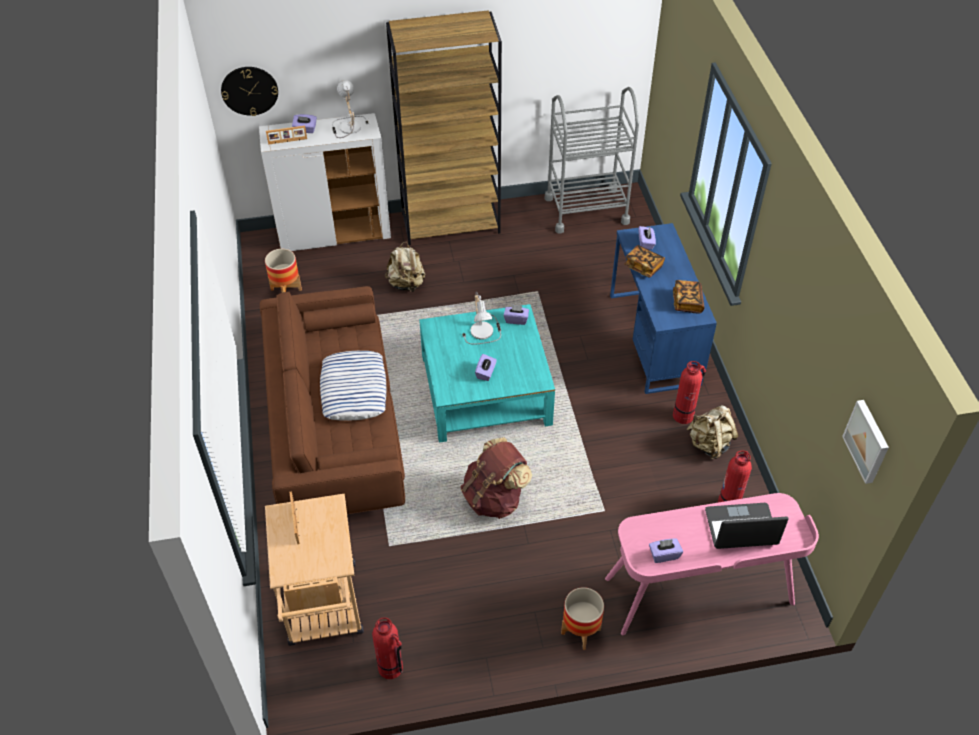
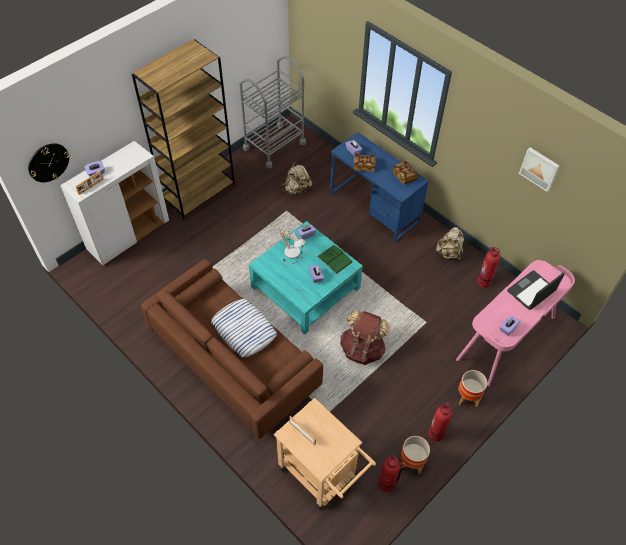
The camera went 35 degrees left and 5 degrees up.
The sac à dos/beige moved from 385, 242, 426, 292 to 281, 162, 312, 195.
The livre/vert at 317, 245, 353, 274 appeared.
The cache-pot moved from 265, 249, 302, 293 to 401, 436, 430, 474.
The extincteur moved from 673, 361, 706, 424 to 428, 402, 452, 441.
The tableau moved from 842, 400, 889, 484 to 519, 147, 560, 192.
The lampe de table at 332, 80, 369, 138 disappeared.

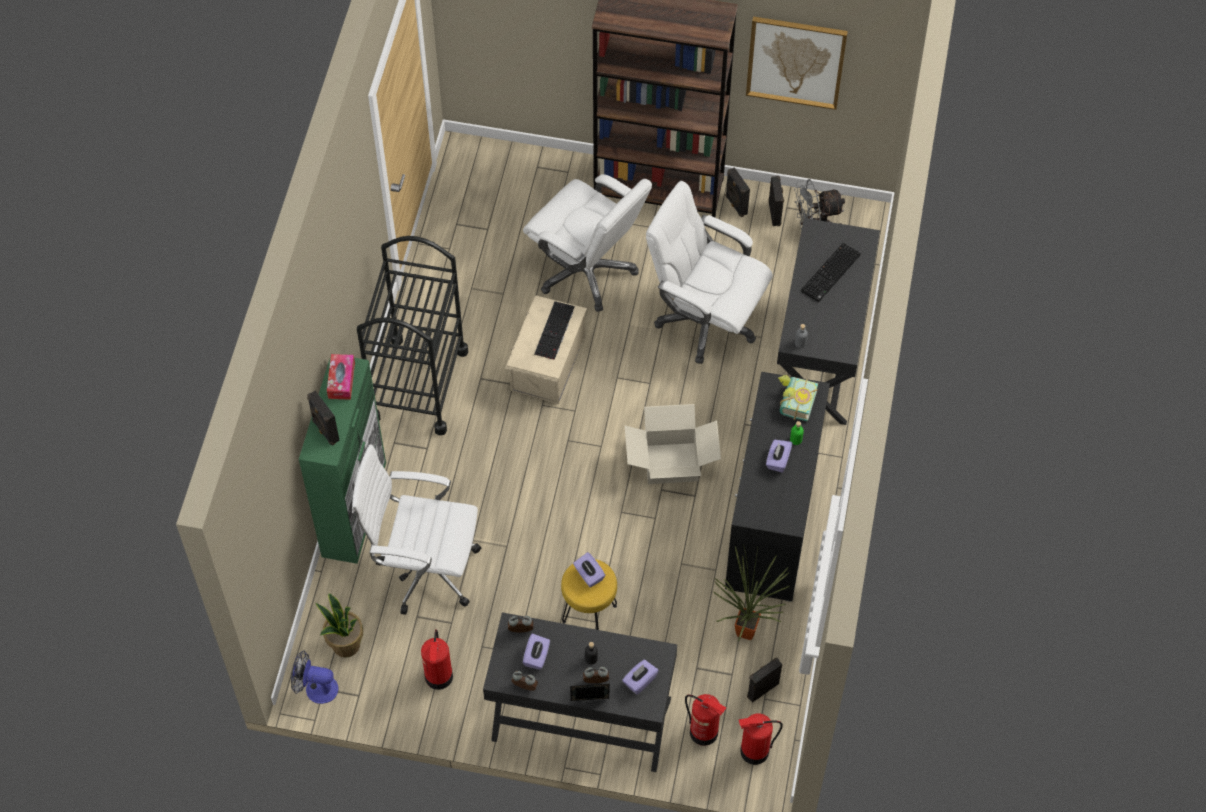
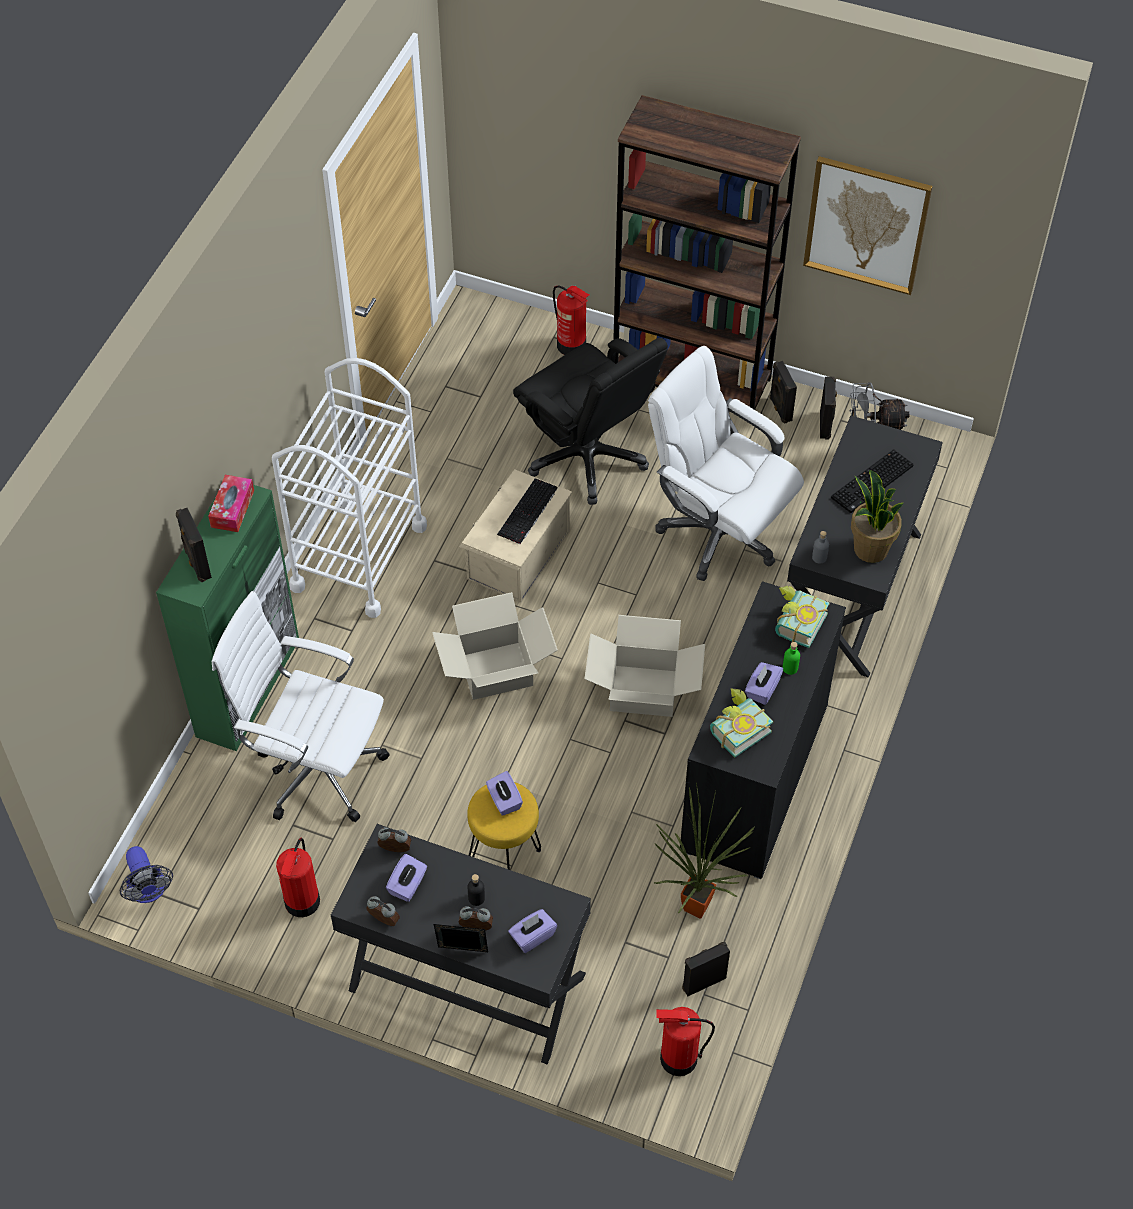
The camera went 10 degrees right and 5 degrees down.
The ventilateur at 291, 650, 338, 704 turned 135 degrees counterclockwise.
The chariot/noir at 357, 236, 468, 435 became the chariot/blanc at 272, 358, 427, 618.
The carton at 432, 592, 558, 700 appeared.
The chaise de bureau/blanc at 523, 174, 652, 312 became the chaise de bureau/noir at 513, 338, 668, 505.
The extincteur moved from 685, 694, 726, 746 to 553, 285, 589, 355.
The livre at 710, 689, 773, 757 appeared.
The plante en pot moved from 315, 593, 363, 658 to 851, 470, 904, 563.

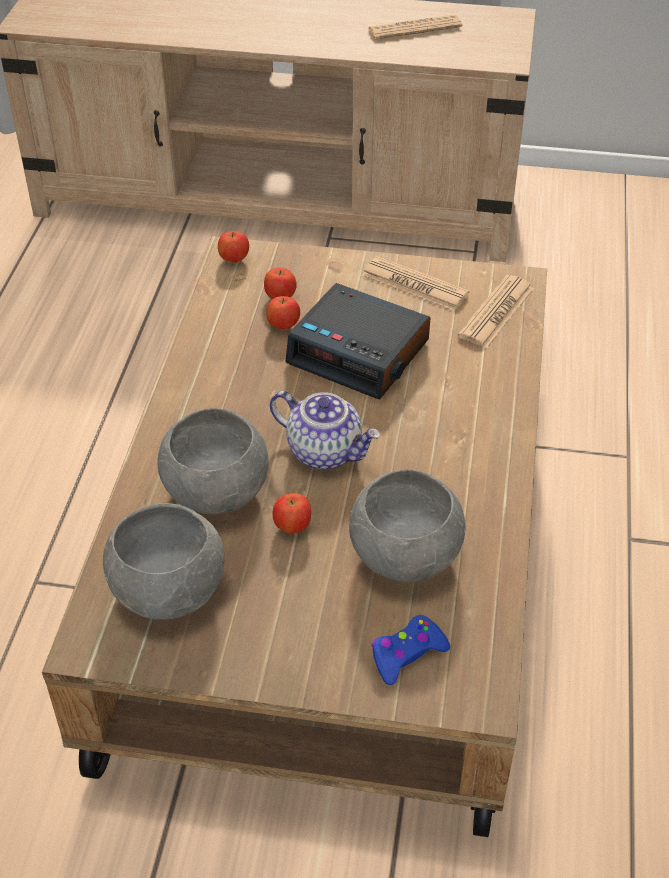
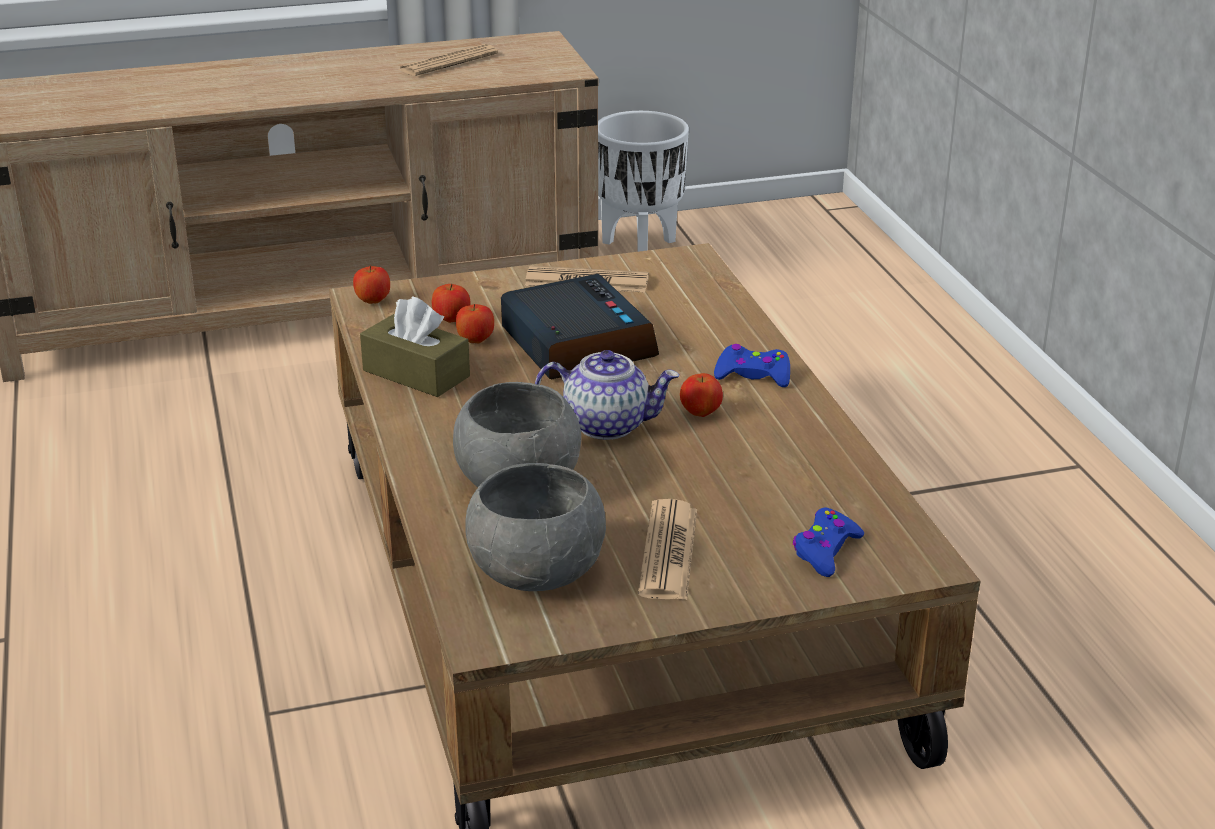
The camera went 25 degrees left and 15 degrees down.
The boîte à mouchoirs/marron at 360, 297, 470, 397 appeared.
The réveil at 285, 283, 431, 399 turned 120 degrees counterclockwise.
The cache-pot/blanc at 598, 111, 689, 252 appeared.
The journal moved from 458, 275, 534, 348 to 638, 499, 697, 600.
The pomme moved from 273, 493, 311, 533 to 680, 373, 723, 417.
The manette/bleu at 714, 344, 790, 387 appeared.
The bol/gris at 349, 469, 466, 582 disappeared.

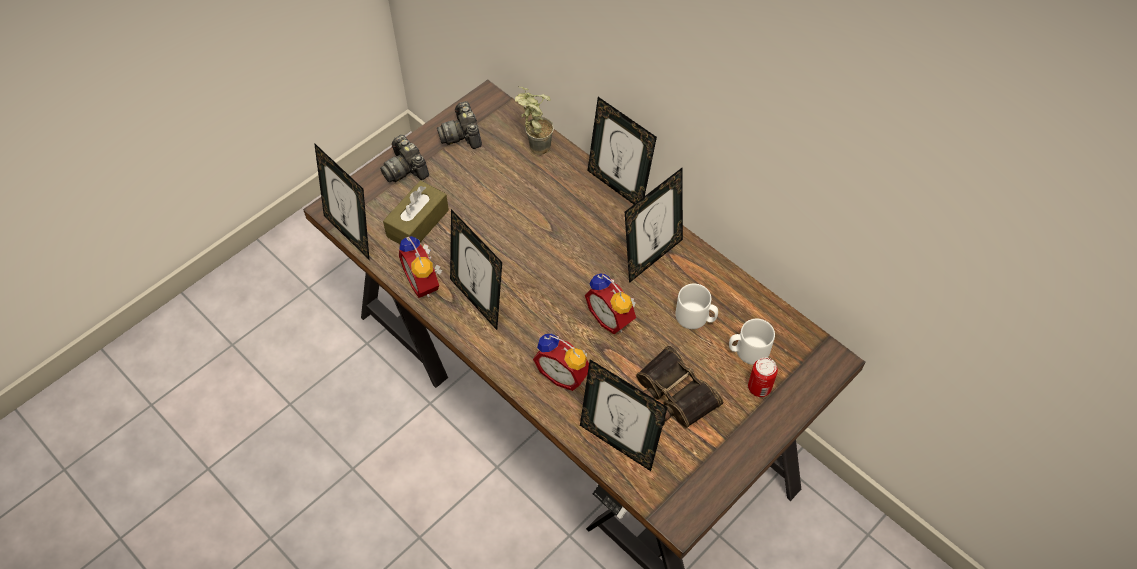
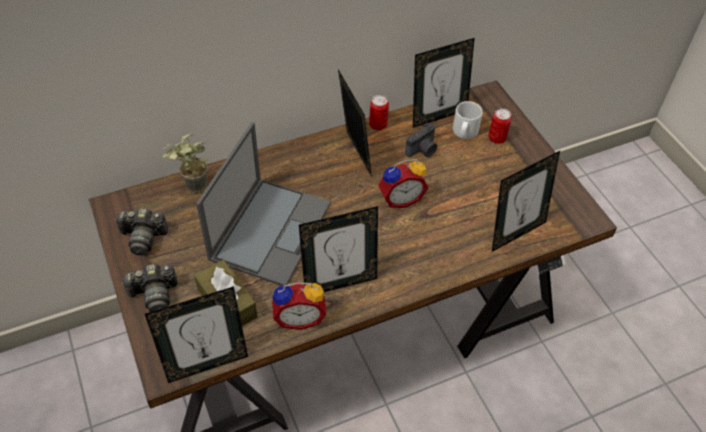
The camera went 70 degrees left and 5 degrees down.
The ordinateur portable at 196, 122, 331, 286 appeared.
The boîte métallique at 369, 95, 389, 130 appeared.
The mug/blanc at 675, 284, 718, 329 was replaced by the appareil photo at 405, 123, 437, 157.
The cadre photo moved from 587, 97, 657, 204 to 413, 38, 475, 128.
The réveil at 533, 334, 589, 391 disappeared.
The jumelles at 636, 345, 723, 428 disappeared.

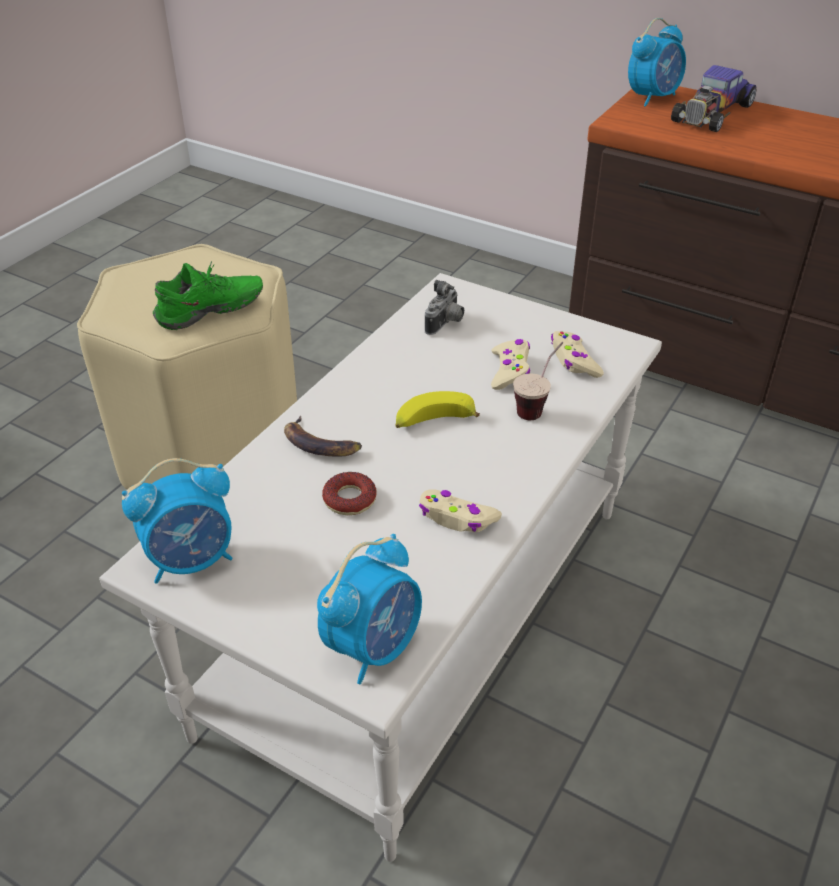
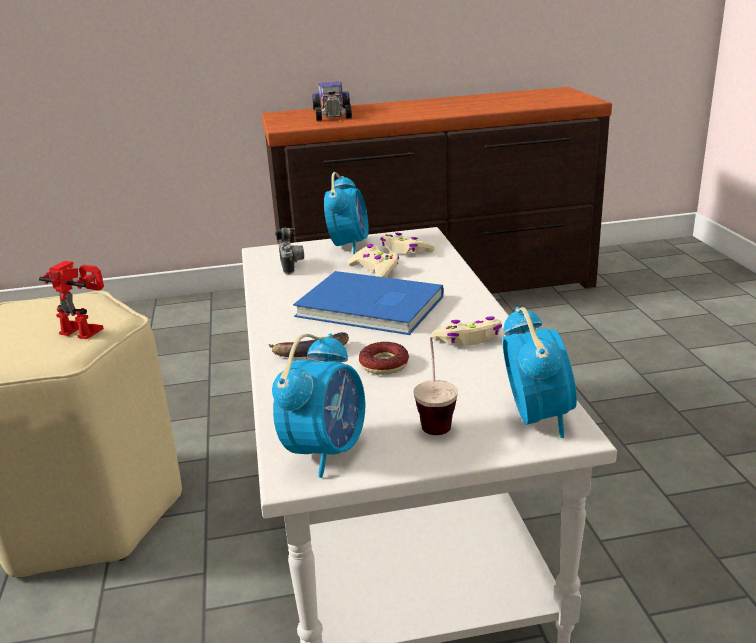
The camera went 40 degrees left and 15 degrees down.
The chaussure/vert at 153, 261, 263, 330 was replaced by the robot jouet at 39, 261, 104, 339.
The banane at 396, 391, 480, 428 was replaced by the livre/bleu at 293, 271, 444, 335.
The réveil moved from 628, 18, 686, 107 to 324, 172, 369, 254.
The tasse moved from 513, 342, 563, 420 to 413, 337, 458, 435.

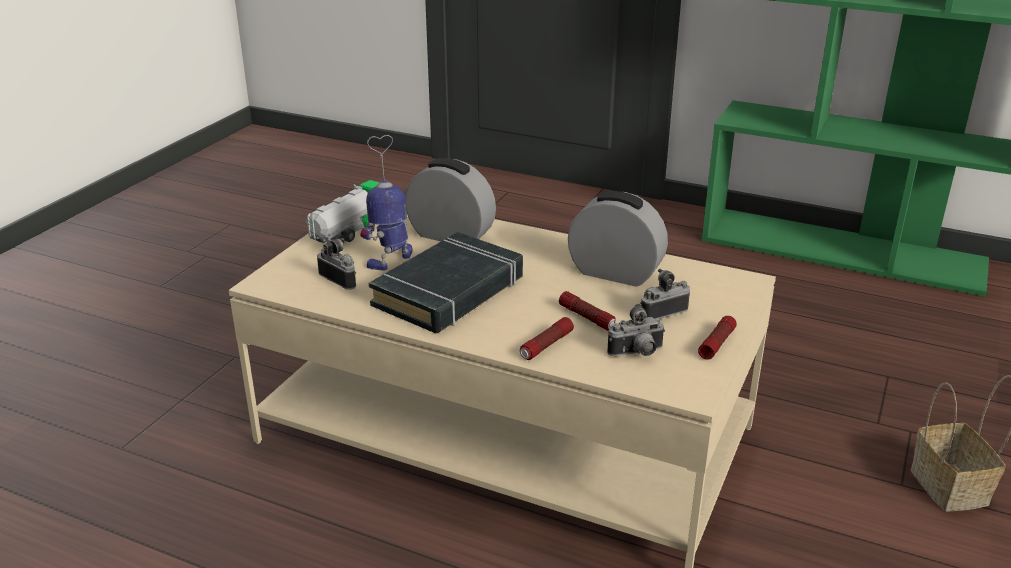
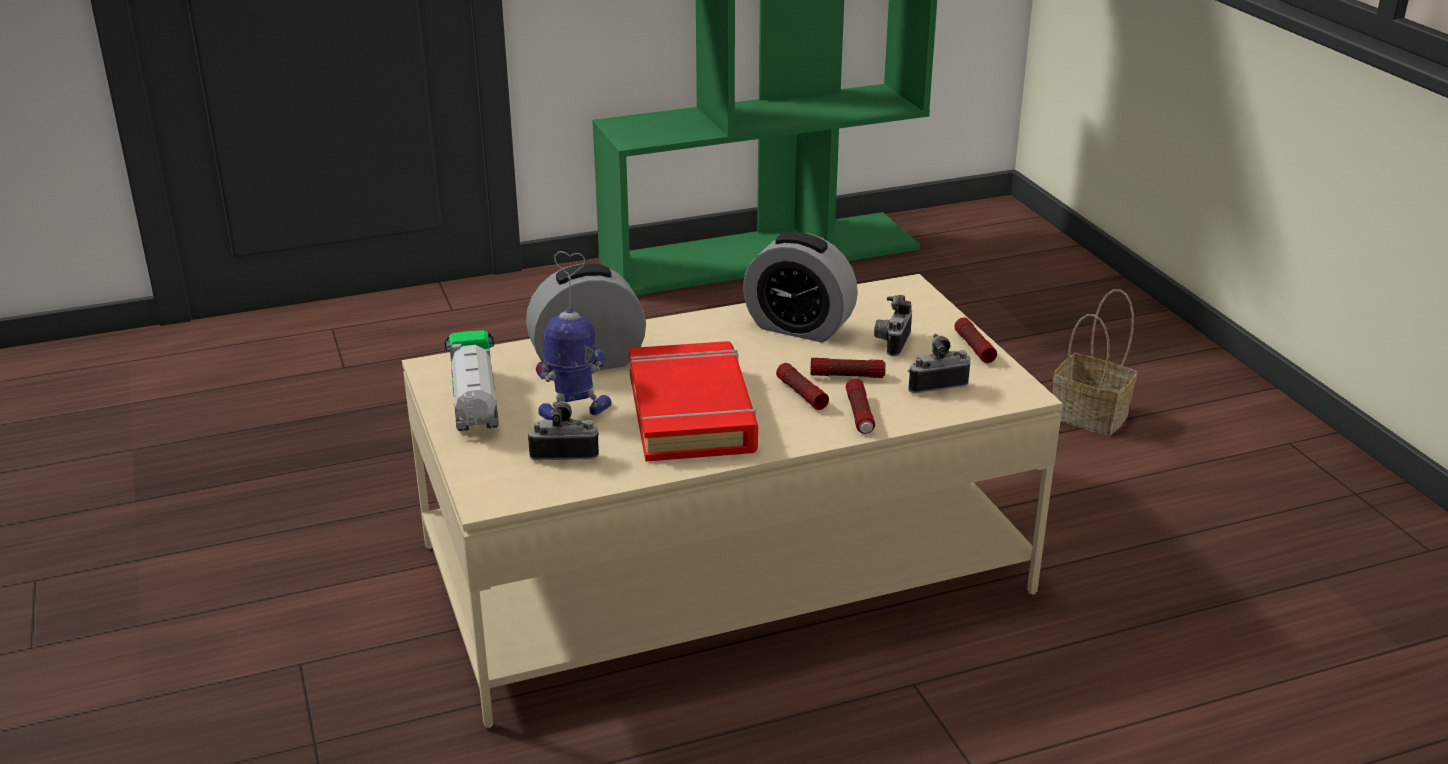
The camera went 45 degrees left and 0 degrees up.
The robot jouet at 360, 135, 413, 271 turned 75 degrees clockwise.
The livre/noir at 369, 232, 523, 333 became the livre/rouge at 629, 341, 758, 462.
The réveil at 568, 191, 668, 287 turned 135 degrees counterclockwise.
The lampe de poche at 776, 363, 829, 410 appeared.
The appareil photo at 607, 304, 665, 356 turned 135 degrees counterclockwise.

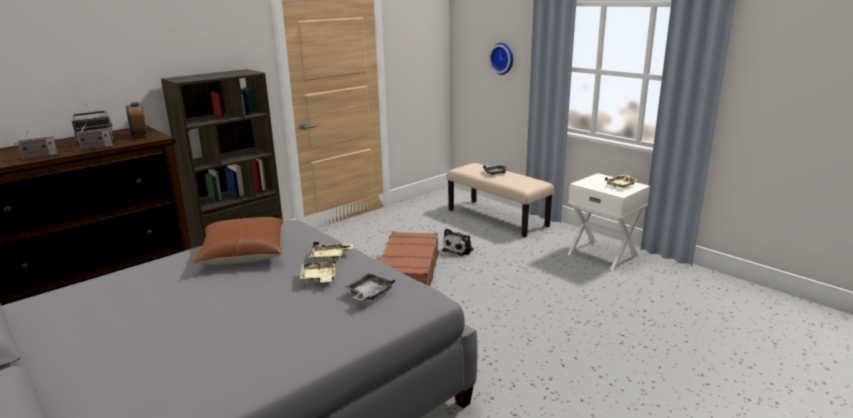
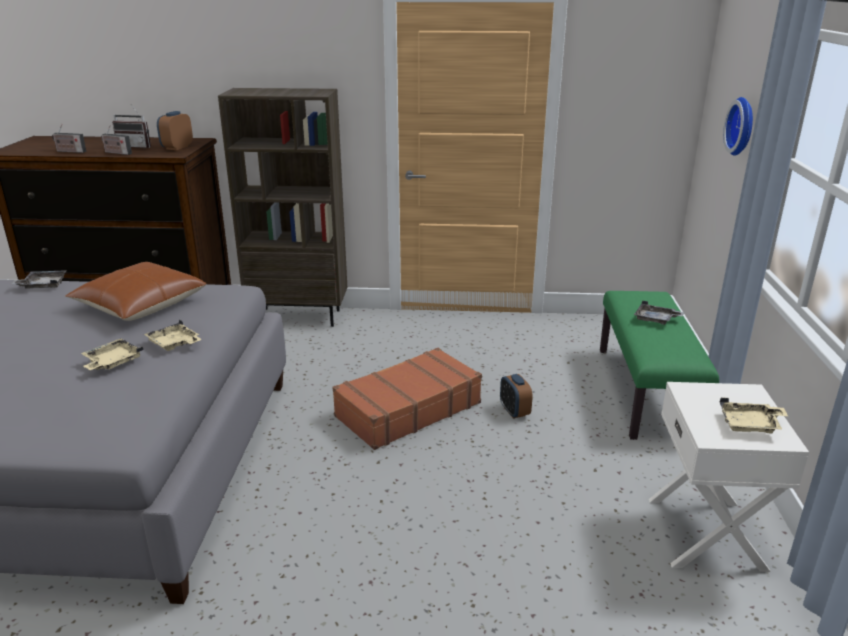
The camera went 45 degrees right and 5 degrees up.
The plateau/gris moved from 344, 273, 395, 301 to 11, 270, 66, 289.
The peluche at 442, 228, 474, 256 was replaced by the réveil at 500, 374, 533, 418.
The banc/beige at 447, 163, 554, 238 became the banc/vert at 600, 291, 719, 440.

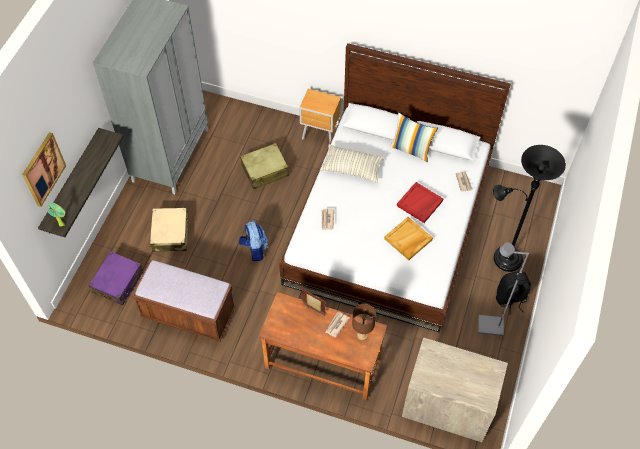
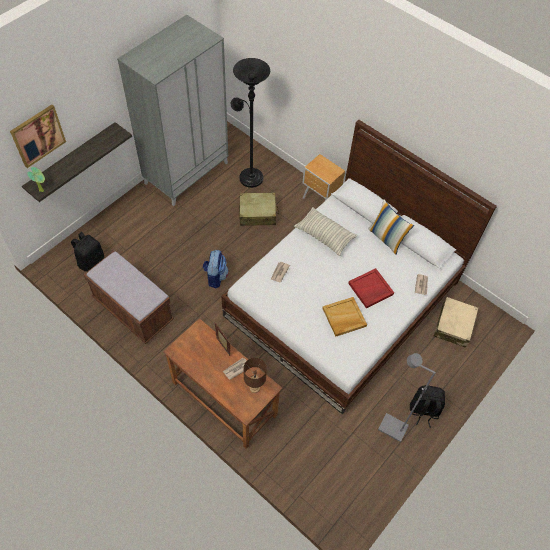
The camera went 20 degrees right and 0 degrees up.
The valise/violet at 89, 251, 144, 305 was replaced by the sac à dos/noir at 71, 232, 104, 272.
The lampadaire/noir moved from 493, 145, 566, 272 to 231, 58, 270, 188.
The valise/beige moved from 150, 208, 189, 252 to 434, 297, 479, 347.
The commode at 402, 337, 508, 442 disappeared.

